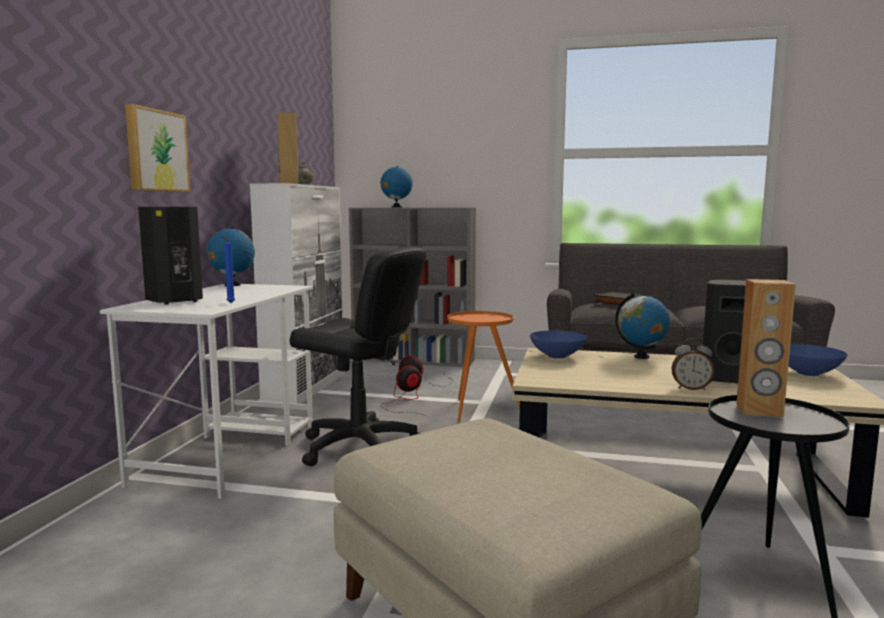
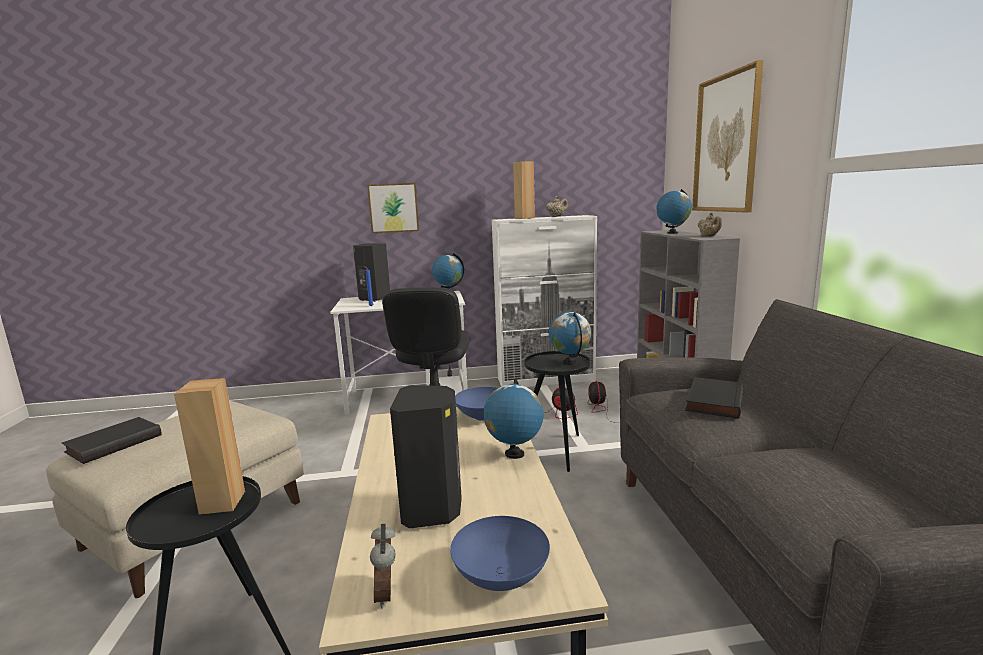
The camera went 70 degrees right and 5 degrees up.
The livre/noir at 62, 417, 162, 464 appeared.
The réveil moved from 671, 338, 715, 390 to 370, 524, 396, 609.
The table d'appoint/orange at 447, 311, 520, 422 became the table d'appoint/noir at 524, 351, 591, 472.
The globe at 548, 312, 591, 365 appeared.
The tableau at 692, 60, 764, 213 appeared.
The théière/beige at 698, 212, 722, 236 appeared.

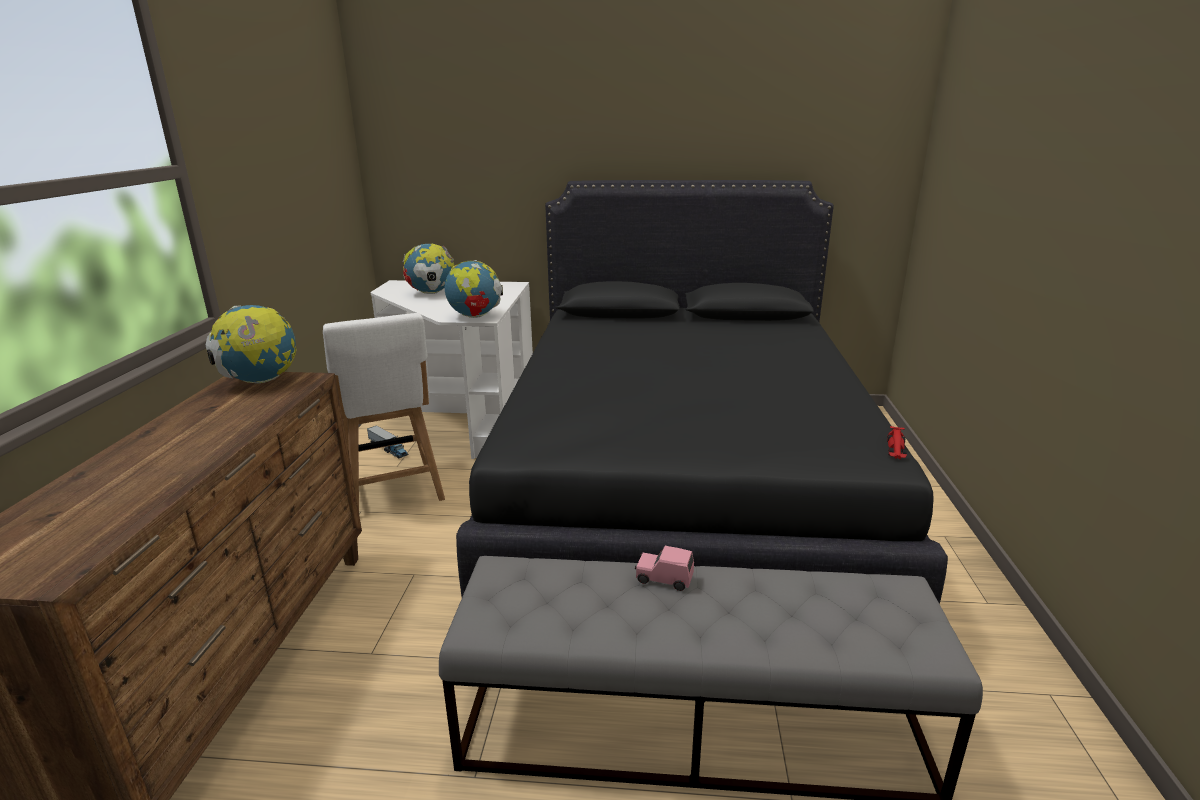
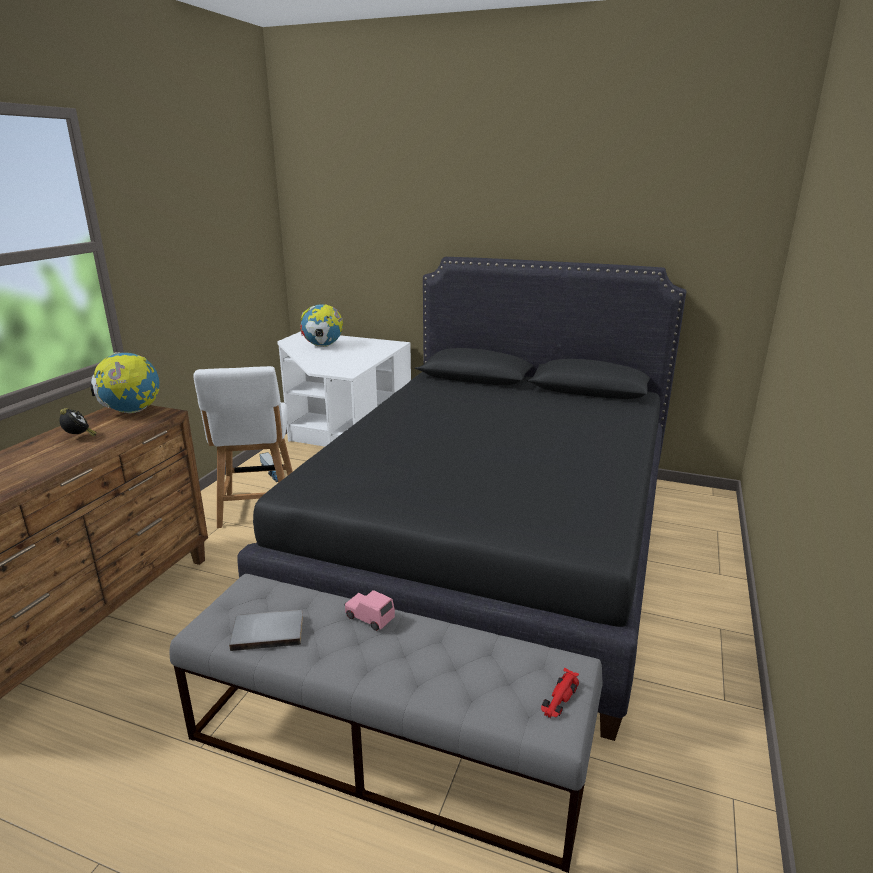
The camera went 15 degrees right and 0 degrees up.
The réveil at 59, 408, 97, 437 appeared.
The livre/gris at 229, 610, 303, 651 appeared.
The petite voiture/rouge moved from 887, 426, 907, 459 to 541, 668, 579, 718.
The globe at 445, 260, 503, 318 disappeared.

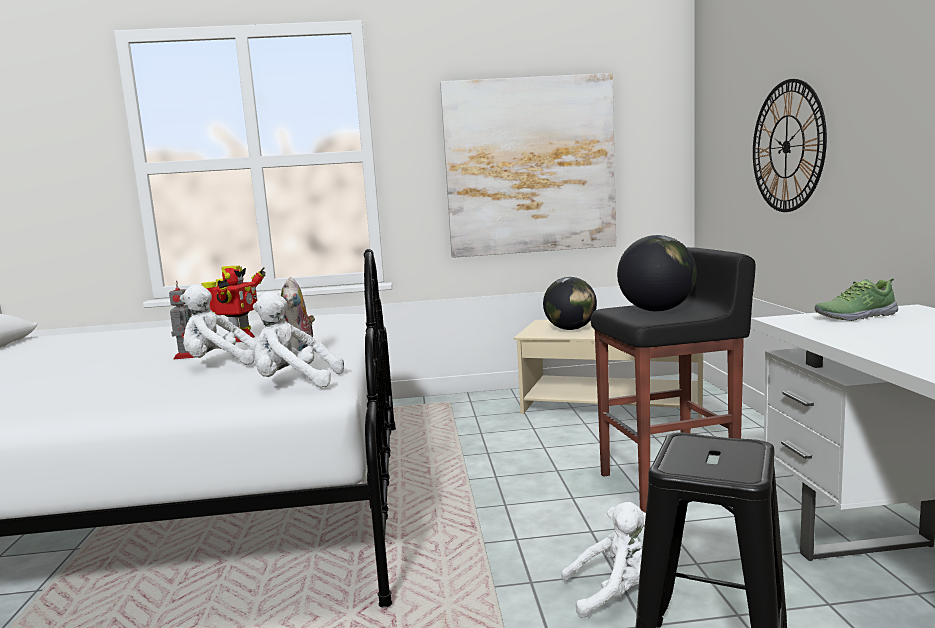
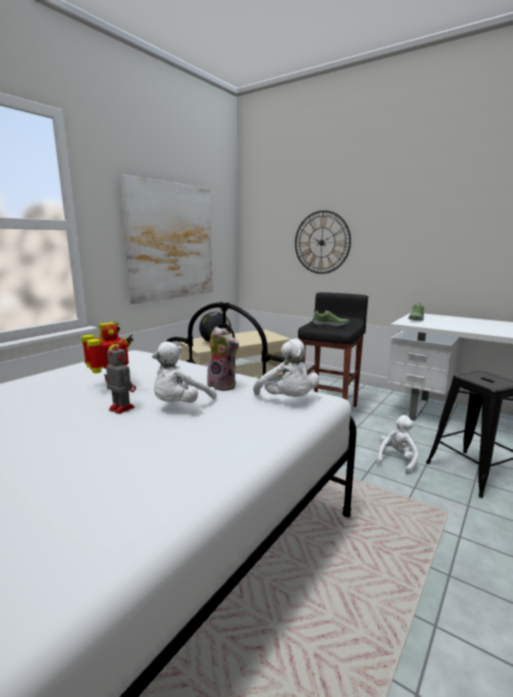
The camera went 50 degrees left and 5 degrees up.
The peluche/blanc at 253, 292, 344, 388 turned 75 degrees counterclockwise.
The globe at 617, 235, 697, 312 was replaced by the chaussure at 313, 310, 349, 326.

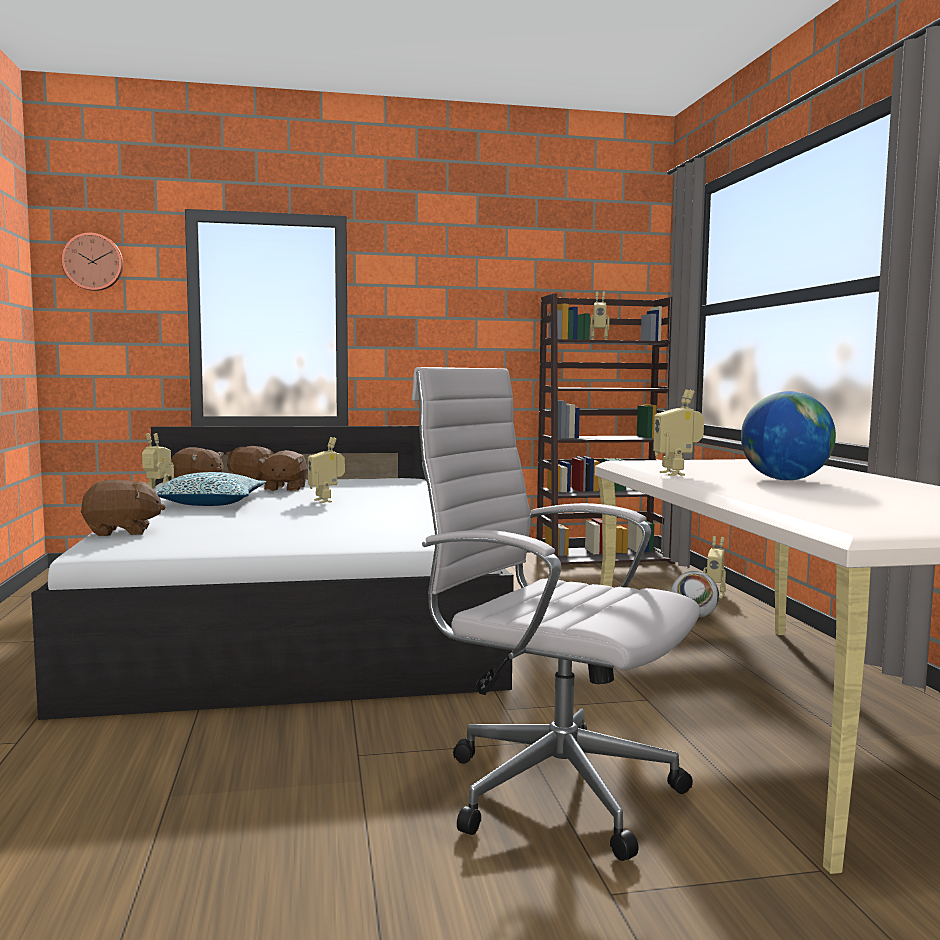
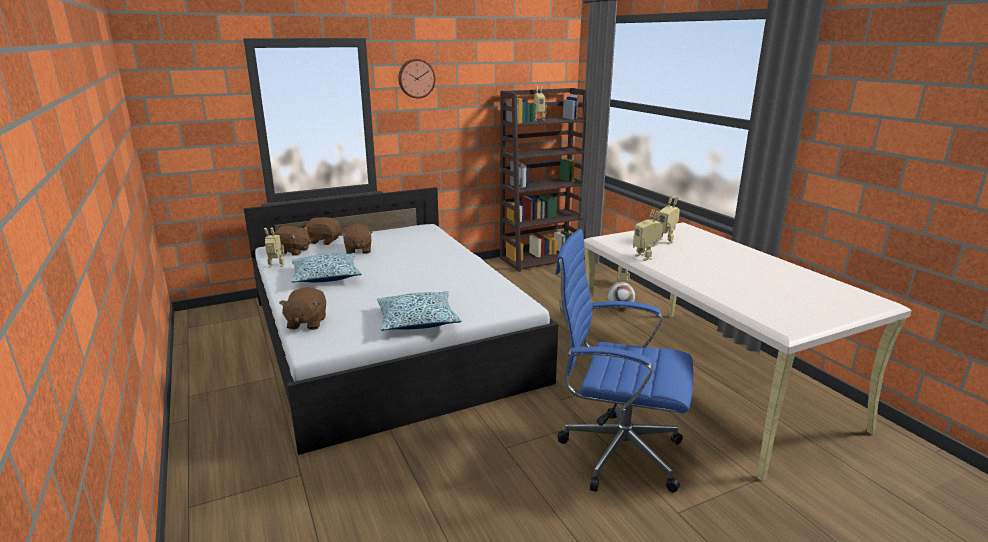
The camera went 15 degrees left and 15 degrees up.
The peluche/marron at 81, 480, 165, 536 turned 120 degrees clockwise.
The coussin at 377, 291, 462, 331 appeared.
The horloge murale moved from 61, 232, 123, 291 to 398, 59, 436, 98.
The chaise de bureau/blanc at 411, 367, 700, 861 became the chaise de bureau/bleu at 555, 229, 693, 492.
The robot jouet moved from 308, 437, 345, 503 to 656, 196, 680, 244.
The globe at 741, 391, 836, 480 disappeared.

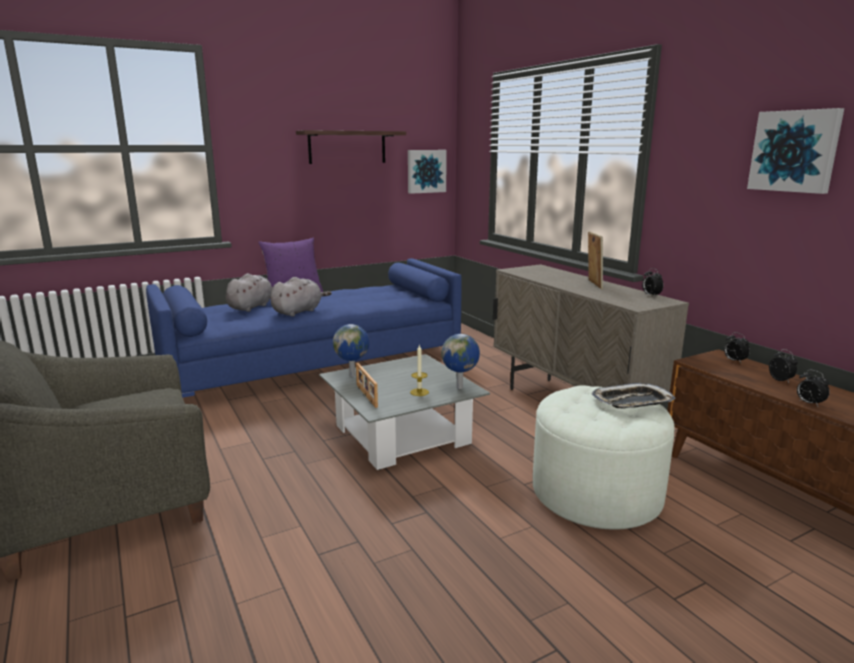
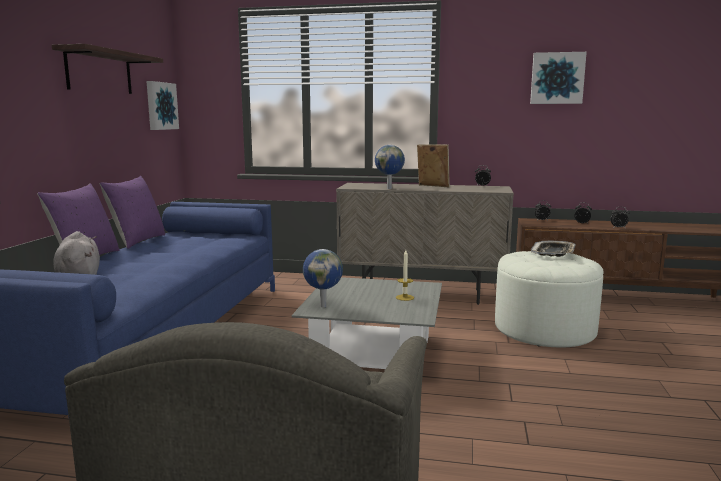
The camera went 50 degrees left and 5 degrees down.
The coussin/violet at 100, 176, 165, 249 appeared.
The globe moved from 441, 334, 480, 389 to 375, 145, 405, 189.
The peluche/gris at 270, 277, 332, 317 disappeared.
The cadre photo at 356, 363, 378, 408 disappeared.

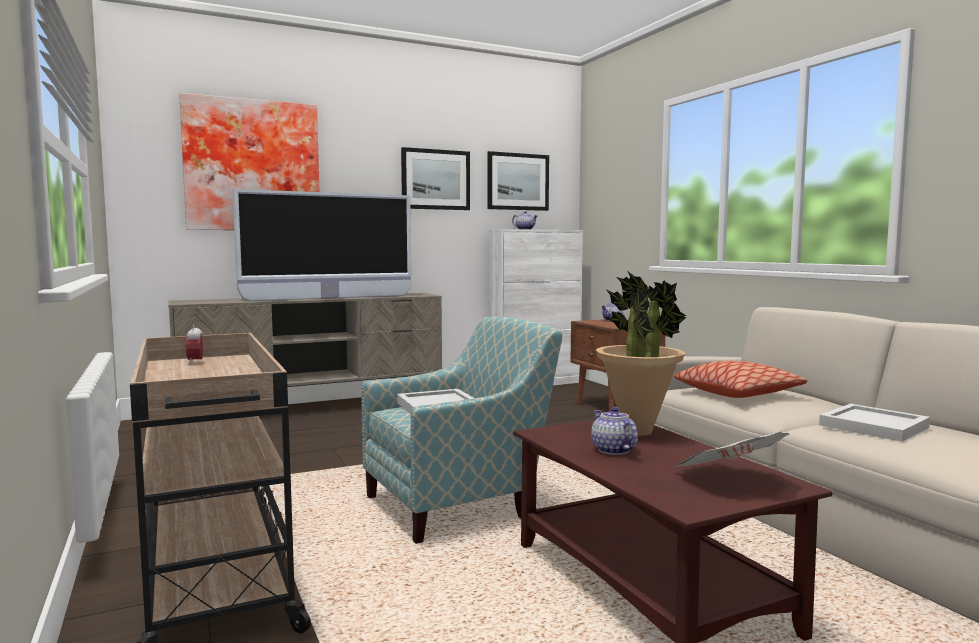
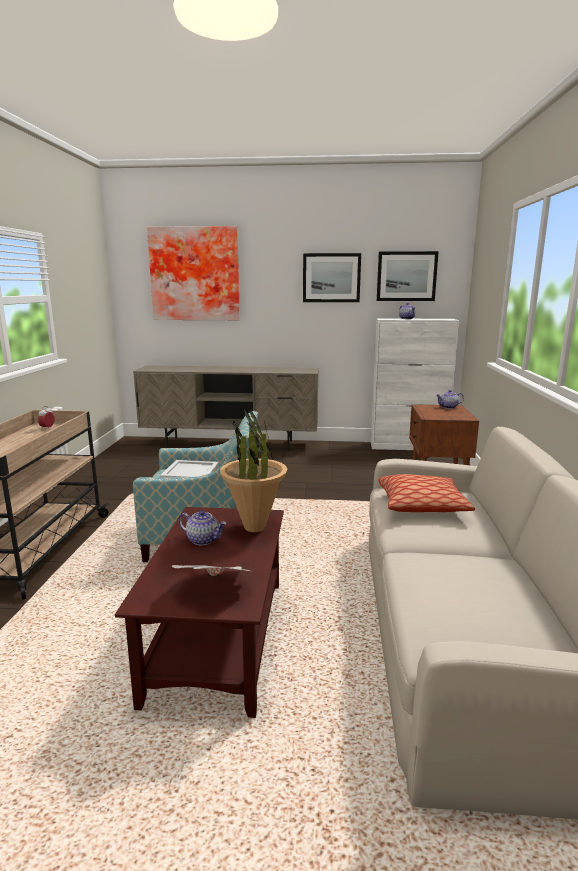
The camera went 30 degrees right and 10 degrees up.
The théière at 591, 407, 638, 455 turned 105 degrees clockwise.
The téléviseur at 232, 189, 411, 301 disappeared.
The plateau/blanc at 819, 404, 930, 442 disappeared.

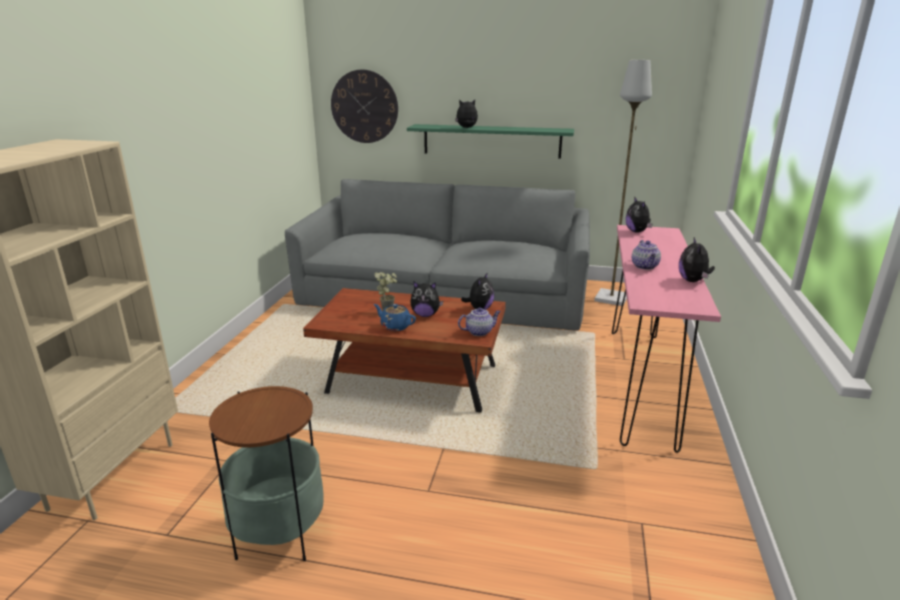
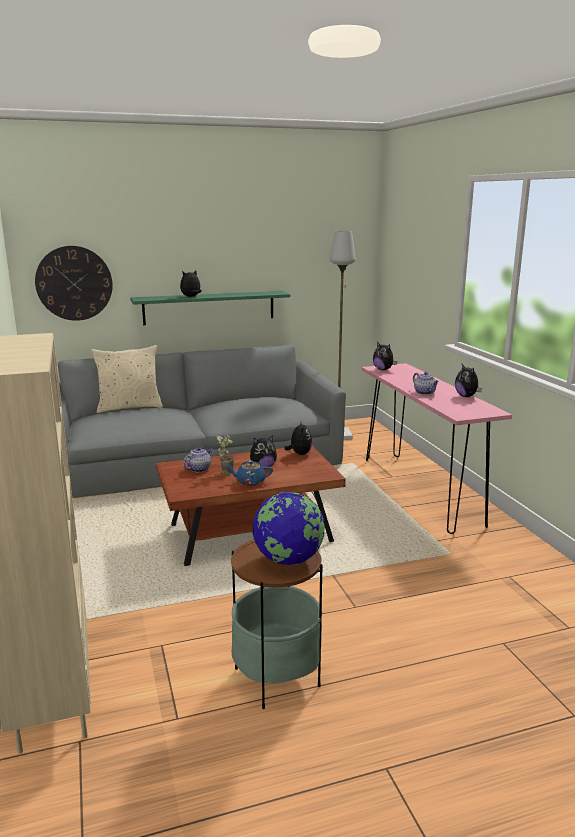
The camera went 30 degrees left and 5 degrees down.
The coussin/beige at 91, 345, 163, 413 appeared.
The théière moved from 458, 307, 501, 336 to 183, 447, 213, 473.
The globe at 252, 492, 325, 565 appeared.

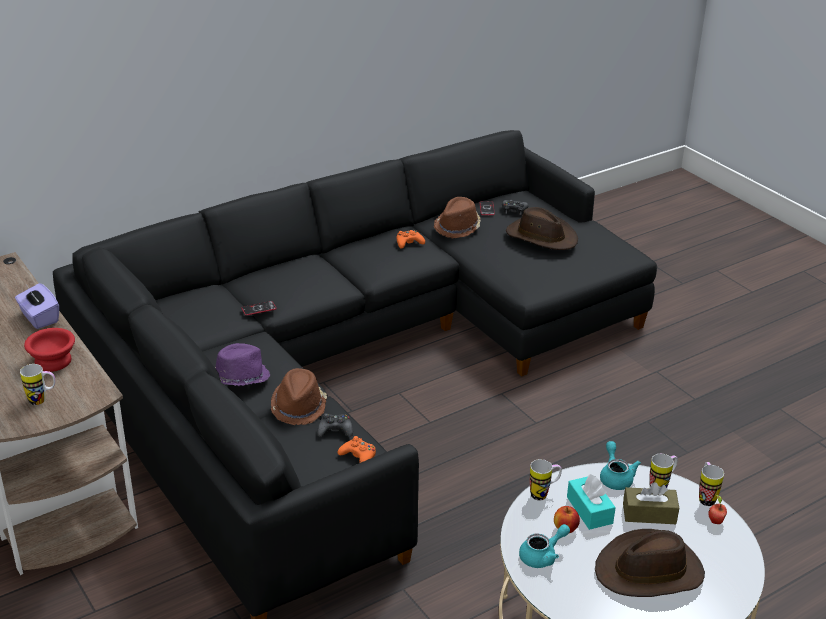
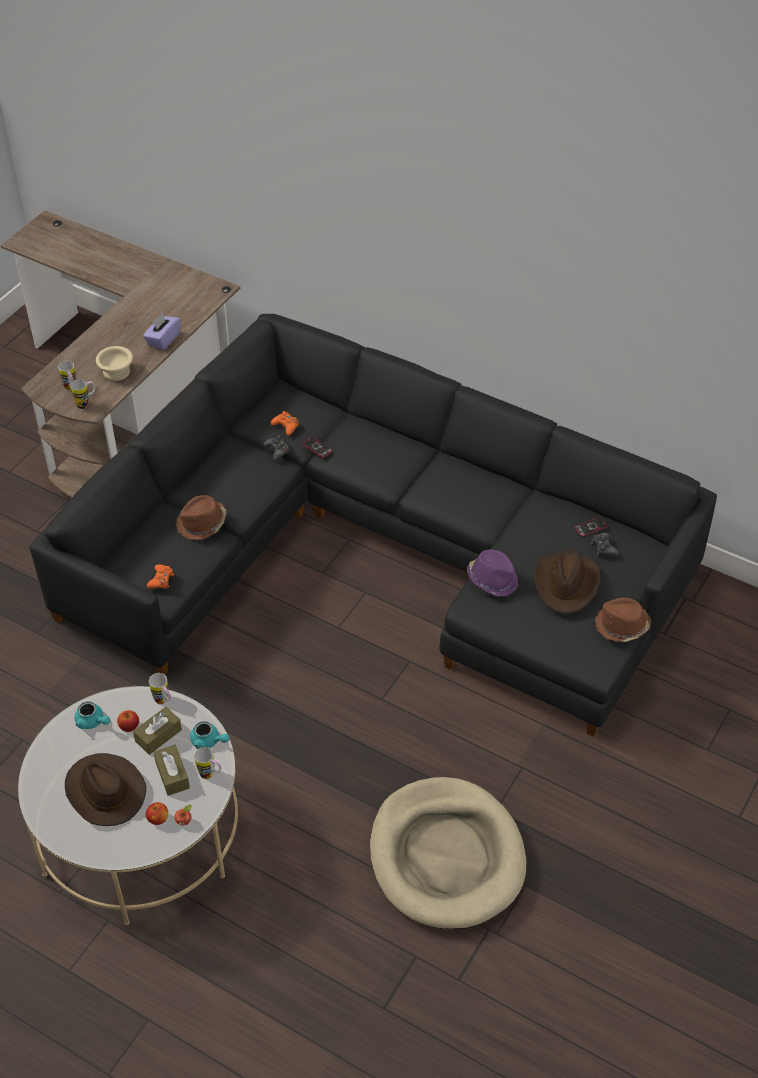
The camera went 65 degrees right and 15 degrees up.
The mug moved from 699, 462, 724, 506 to 70, 379, 95, 409.
The bol/rouge at 24, 328, 75, 372 became the bol/beige at 96, 346, 133, 381.
The boîte à mouchoirs/turquoise at 567, 474, 616, 530 became the boîte à mouchoirs/marron at 133, 707, 182, 755.
The pomme at 146, 802, 168, 825 appeared.
The théière/turquoise at 600, 441, 641, 490 turned 60 degrees clockwise.
The manette/noir moved from 317, 413, 353, 437 to 264, 435, 290, 461.
The manette/orange moved from 396, 230, 425, 249 to 271, 411, 299, 436.
The panier pour chien/beige at 370, 777, 526, 929 appeared.
The chapeau/violet moved from 215, 343, 270, 386 to 467, 549, 518, 597.
The chapeau/marron moved from 434, 197, 481, 238 to 595, 598, 651, 642.

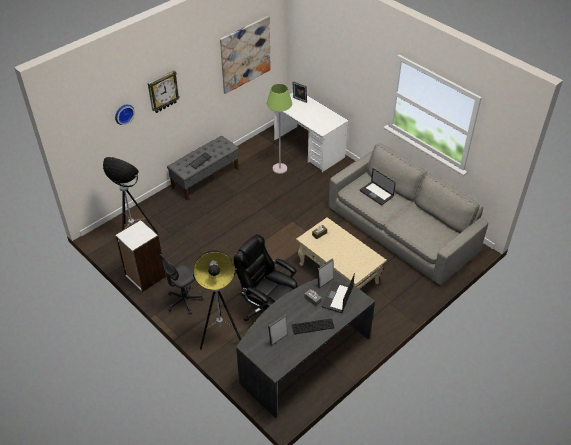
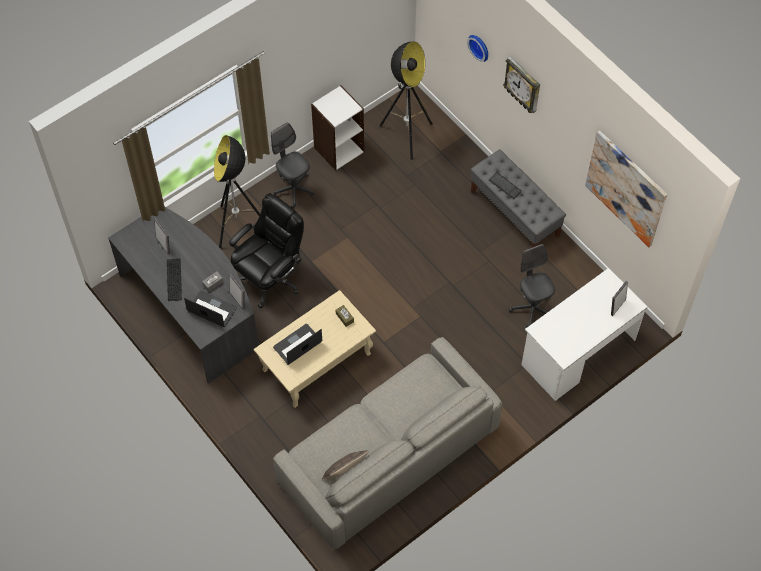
The camera went 95 degrees right and 15 degrees up.
The ordinateur portable moved from 360, 168, 396, 205 to 273, 324, 322, 365.
The coussin at 322, 450, 369, 479 appeared.
The lampadaire/vert at 267, 84, 292, 174 was replaced by the chaise de bureau/gris at 509, 244, 555, 328.

